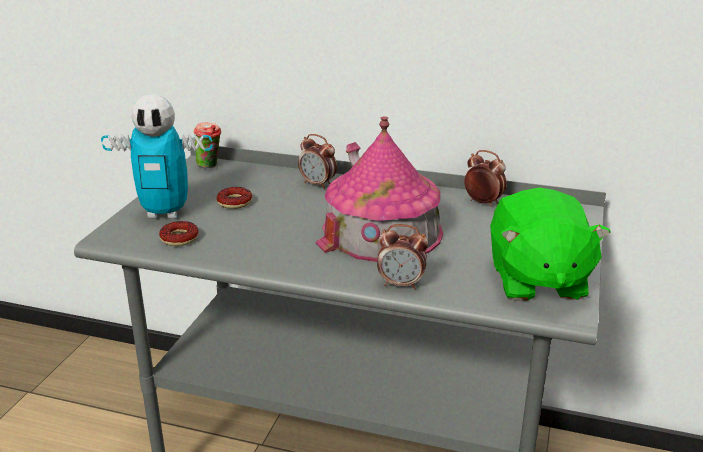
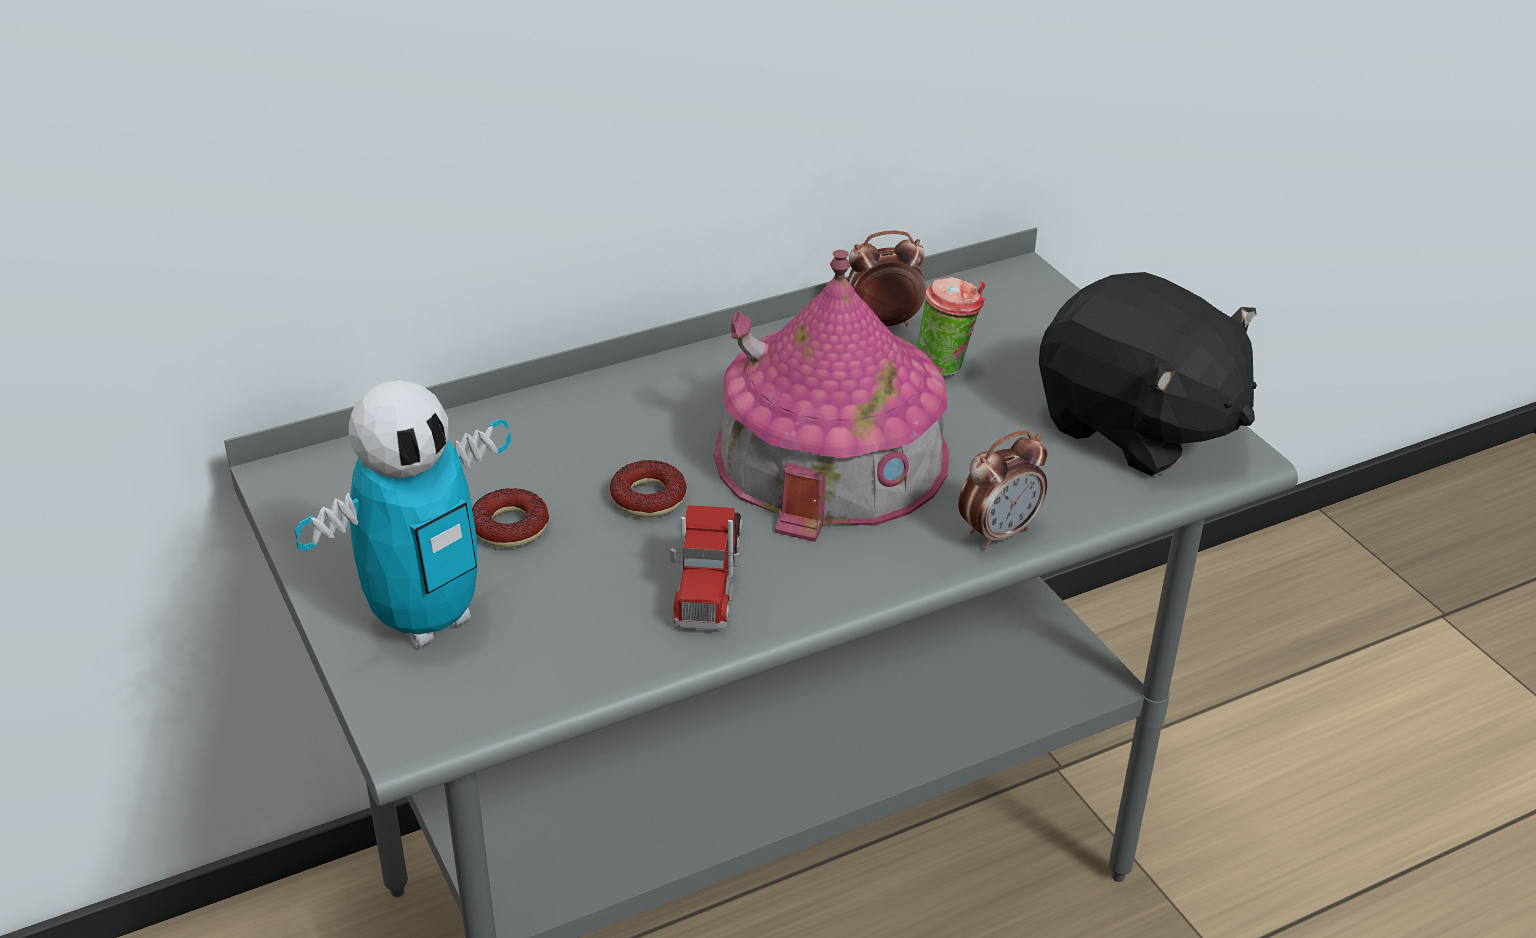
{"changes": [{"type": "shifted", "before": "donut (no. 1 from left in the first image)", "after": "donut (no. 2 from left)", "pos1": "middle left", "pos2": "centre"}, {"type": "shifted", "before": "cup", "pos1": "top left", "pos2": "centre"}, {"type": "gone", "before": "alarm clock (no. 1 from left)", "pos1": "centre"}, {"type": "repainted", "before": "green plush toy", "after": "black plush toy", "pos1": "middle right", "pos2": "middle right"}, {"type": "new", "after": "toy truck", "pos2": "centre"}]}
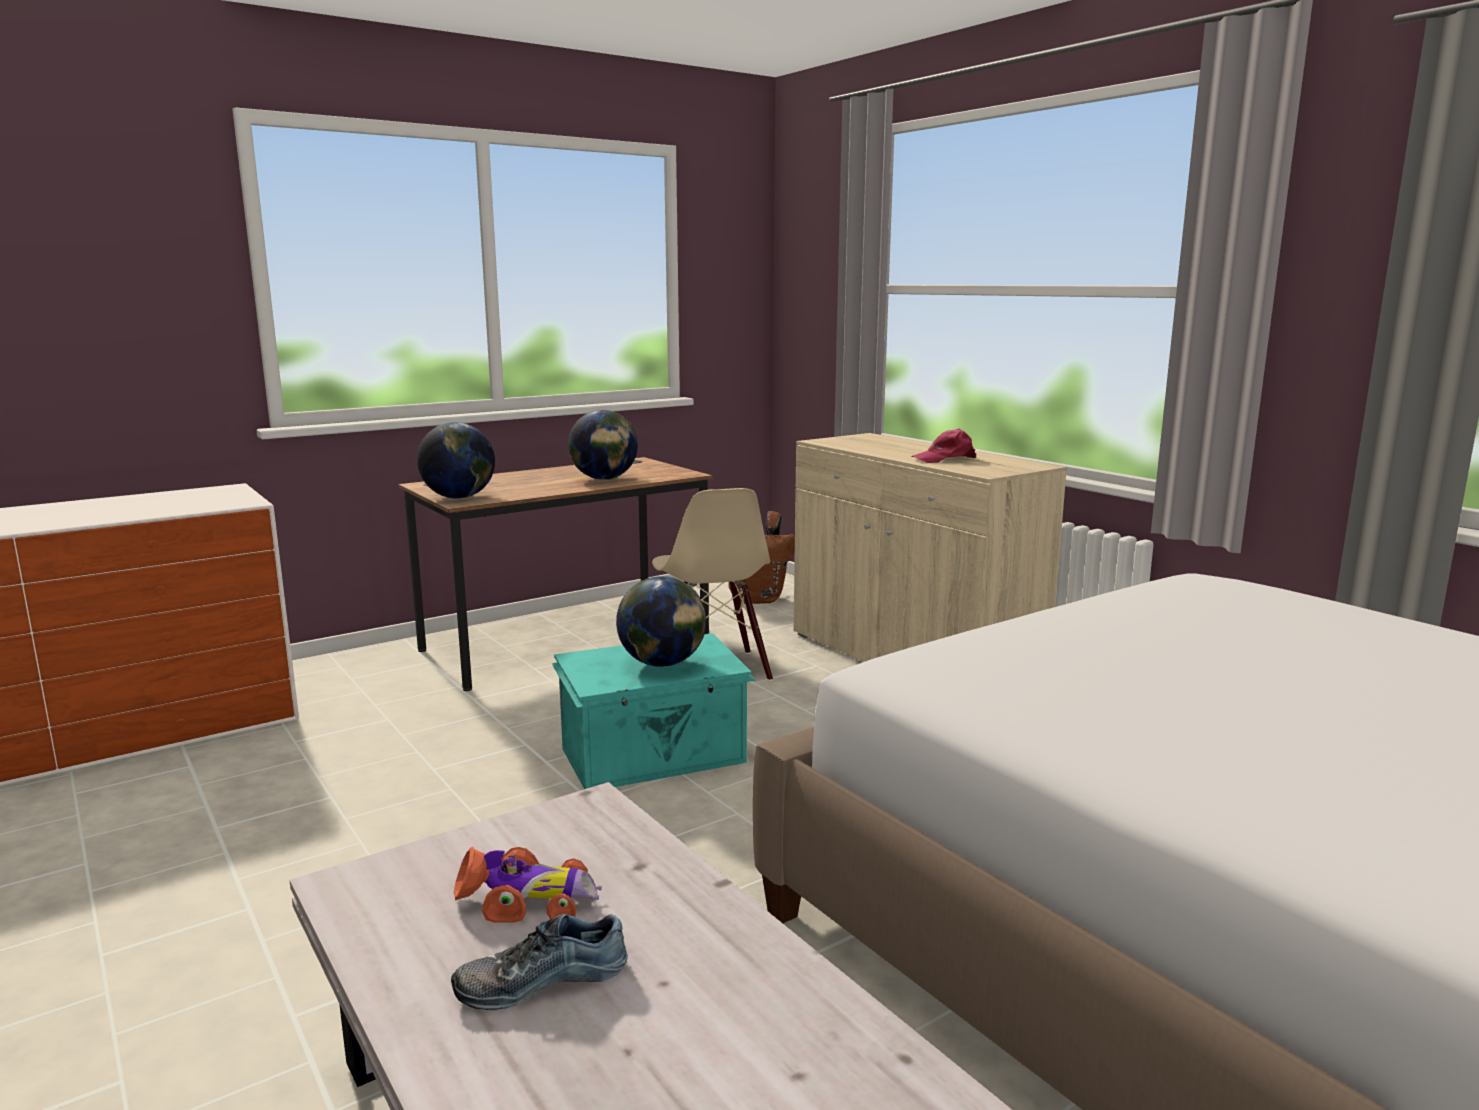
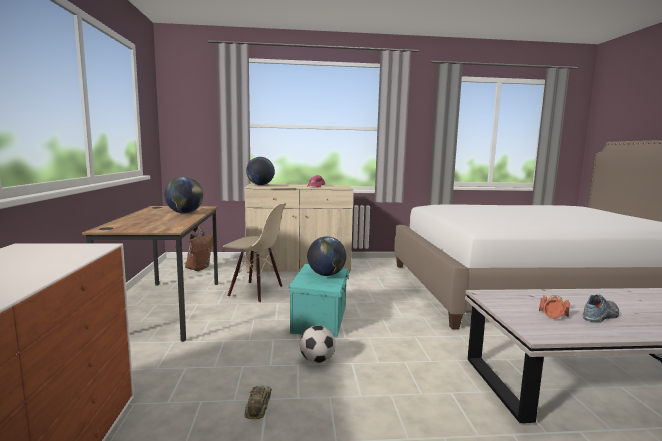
{"changes": [{"type": "shifted", "before": "globe (no. 1 from left in the first image)", "after": "globe (no. 2 from left)", "pos1": "middle left", "pos2": "centre"}, {"type": "rotated", "before": "shoe", "pos1": "bottom centre", "pos2": "bottom right", "turn": -135}, {"type": "new", "after": "toy car (no. 1 from left)", "pos2": "bottom centre"}, {"type": "new", "after": "football", "pos2": "bottom centre"}]}
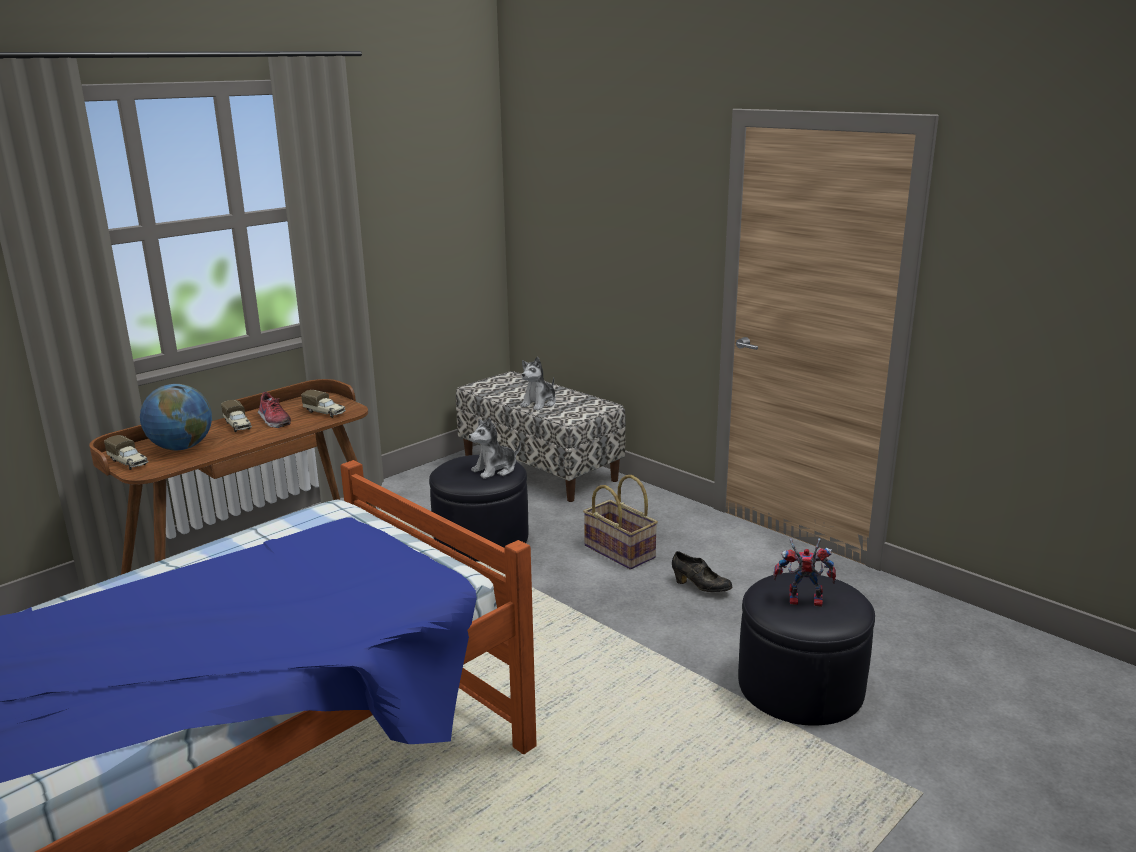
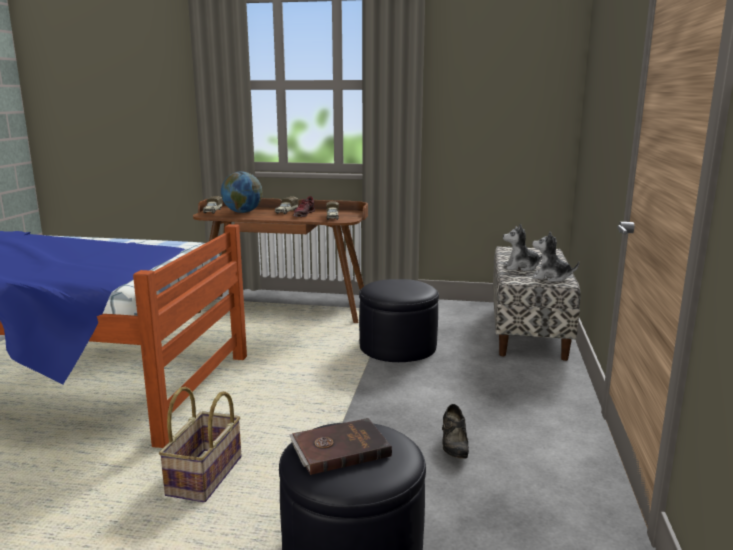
{"changes": [{"type": "shifted", "before": "plush toy (no. 1 from left in the first image)", "after": "plush toy (no. 2 from left)", "pos1": "centre", "pos2": "middle right"}, {"type": "shifted", "before": "basket", "pos1": "centre", "pos2": "bottom left"}, {"type": "swapped", "before": "toy robot", "after": "brown book", "pos1": "bottom right", "pos2": "bottom centre"}]}
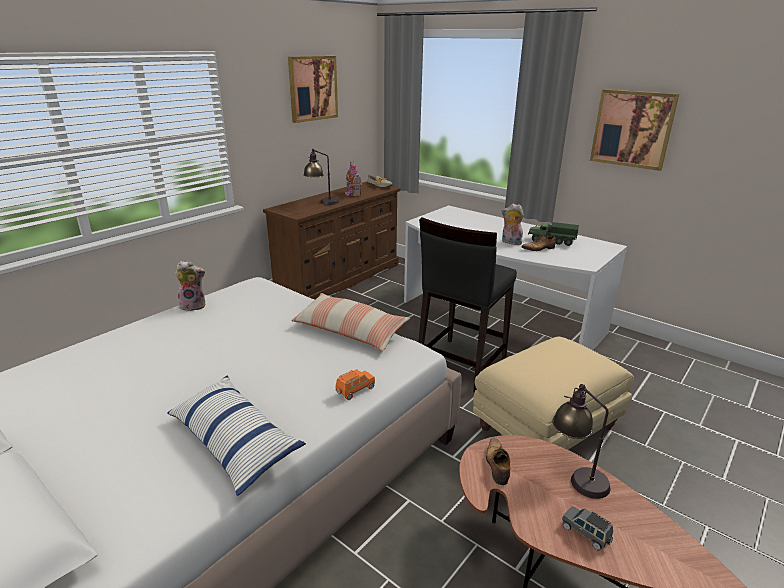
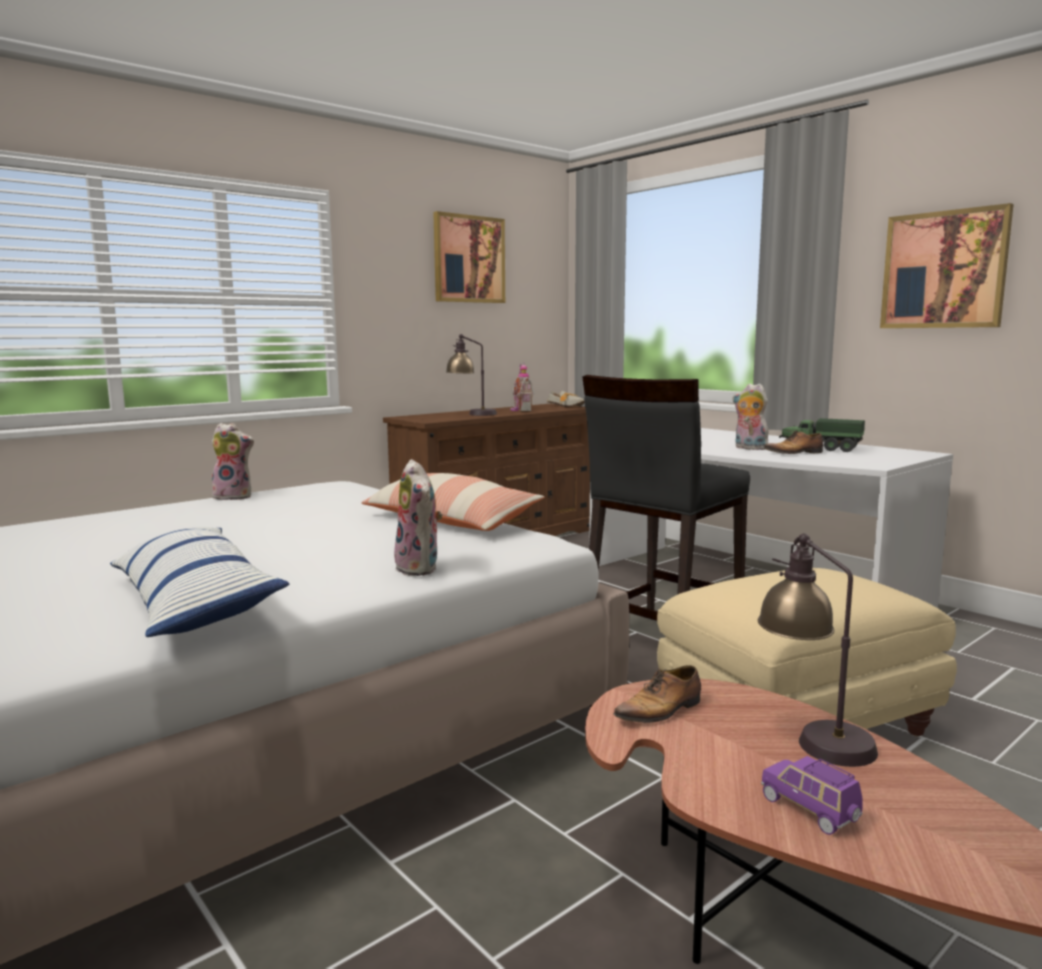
{"changes": [{"type": "swapped", "before": "orange toy car", "after": "plush toy (no. 2 from left)", "pos1": "centre", "pos2": "centre"}, {"type": "rotated", "before": "shoe (no. 2 from left)", "pos1": "bottom centre", "pos2": "bottom centre", "turn": -135}, {"type": "repainted", "before": "grey toy car", "after": "purple toy car", "pos1": "bottom right", "pos2": "bottom right"}]}
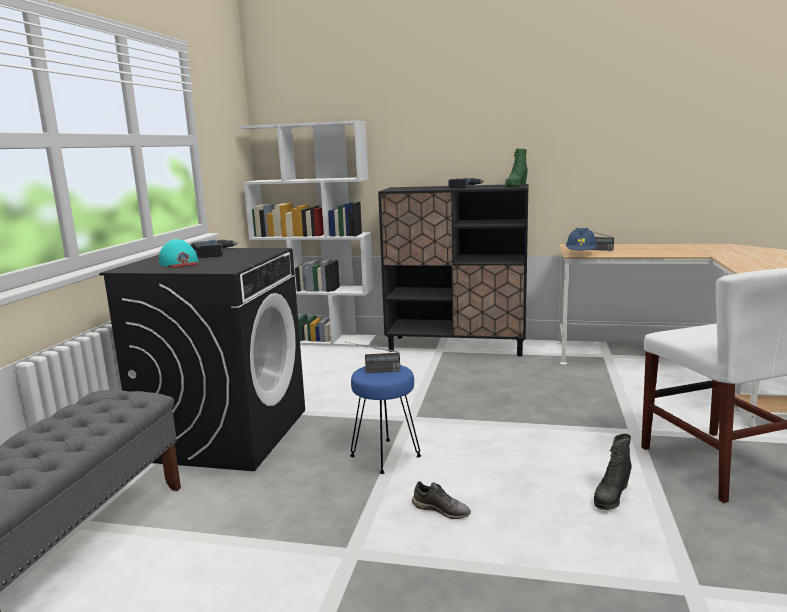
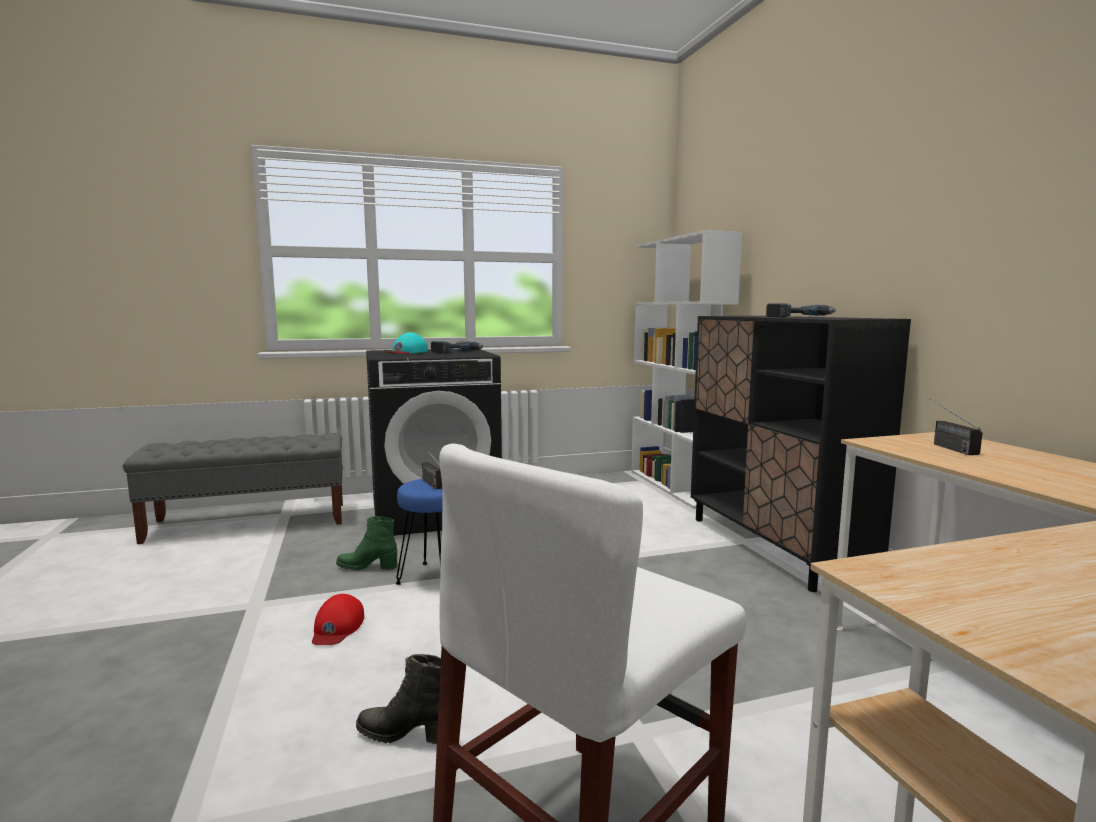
{"changes": [{"type": "swapped", "before": "grey shoe", "after": "red cap", "pos1": "bottom centre", "pos2": "bottom left"}, {"type": "shifted", "before": "green boot", "pos1": "top centre", "pos2": "centre"}, {"type": "gone", "before": "blue hard hat", "pos1": "middle right"}]}
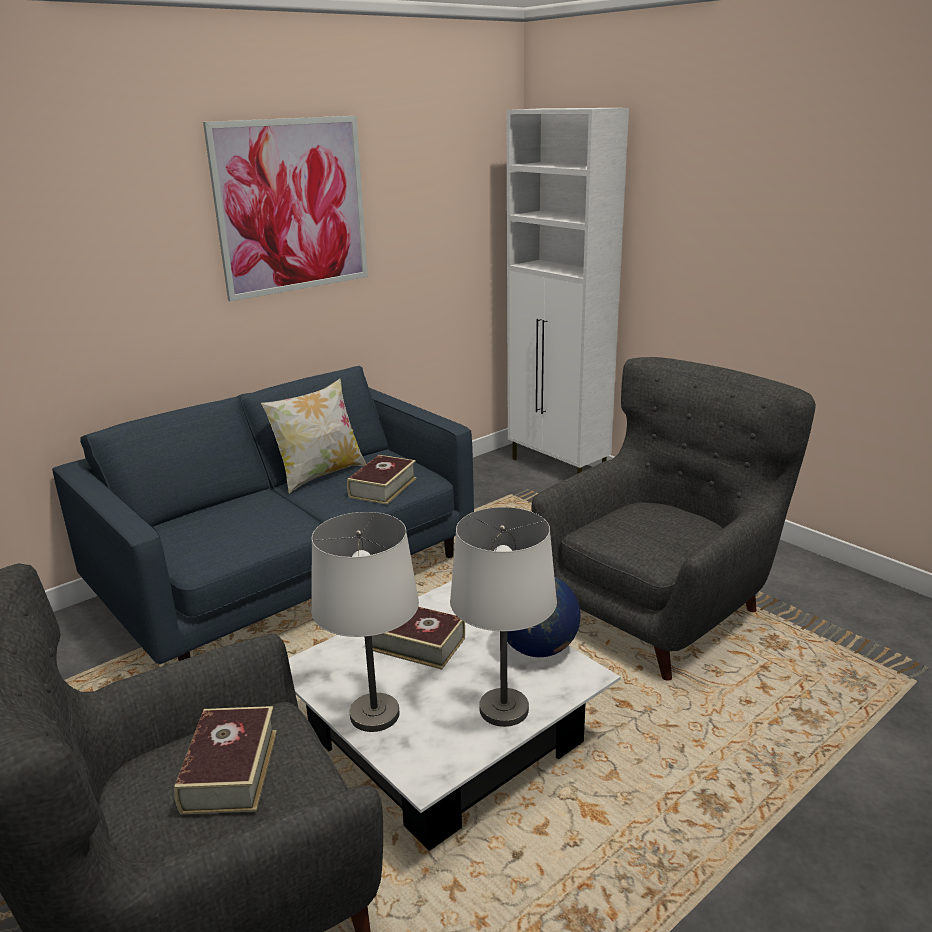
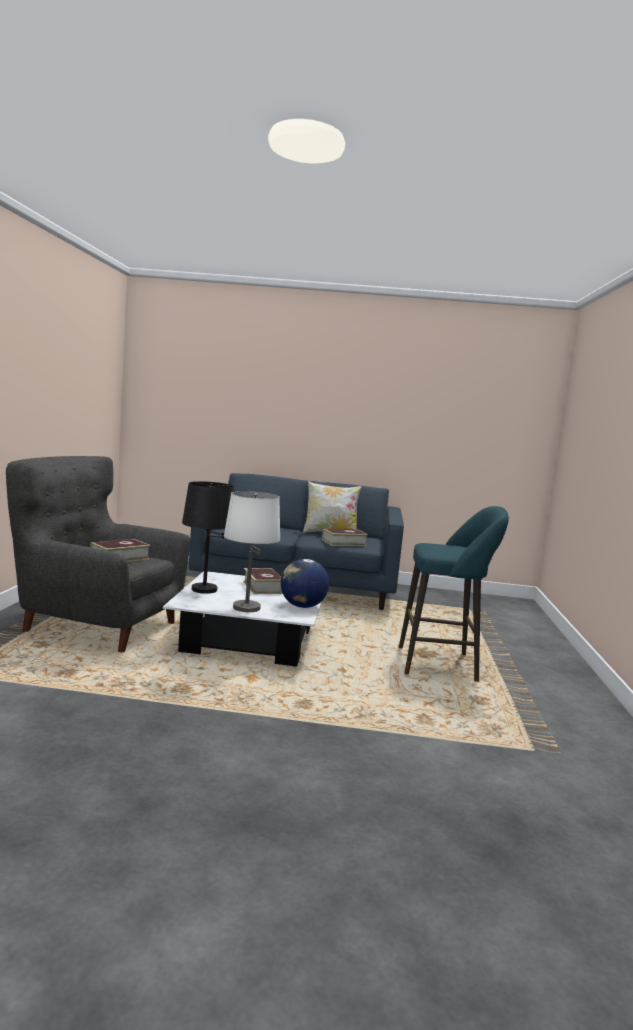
{"changes": [{"type": "gone", "before": "picture", "pos1": "top left"}, {"type": "repainted", "before": "white table lamp (no. 1 from left)", "after": "black table lamp", "pos1": "bottom centre", "pos2": "middle left"}, {"type": "gone", "before": "white cabinet", "pos1": "top centre"}, {"type": "swapped", "before": "grey armchair (no. 2 from left)", "after": "turquoise stool", "pos1": "middle right", "pos2": "middle right"}]}
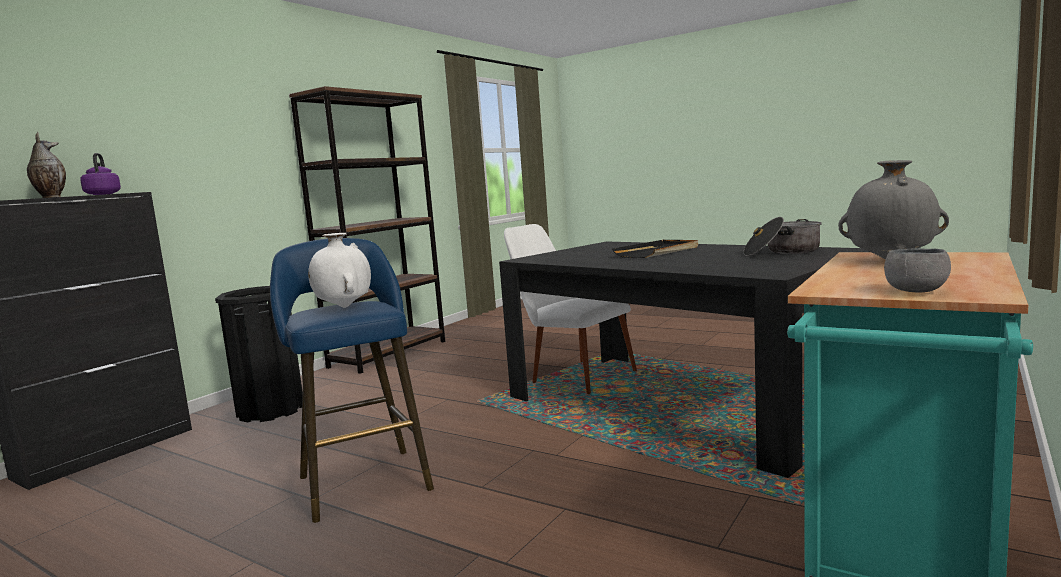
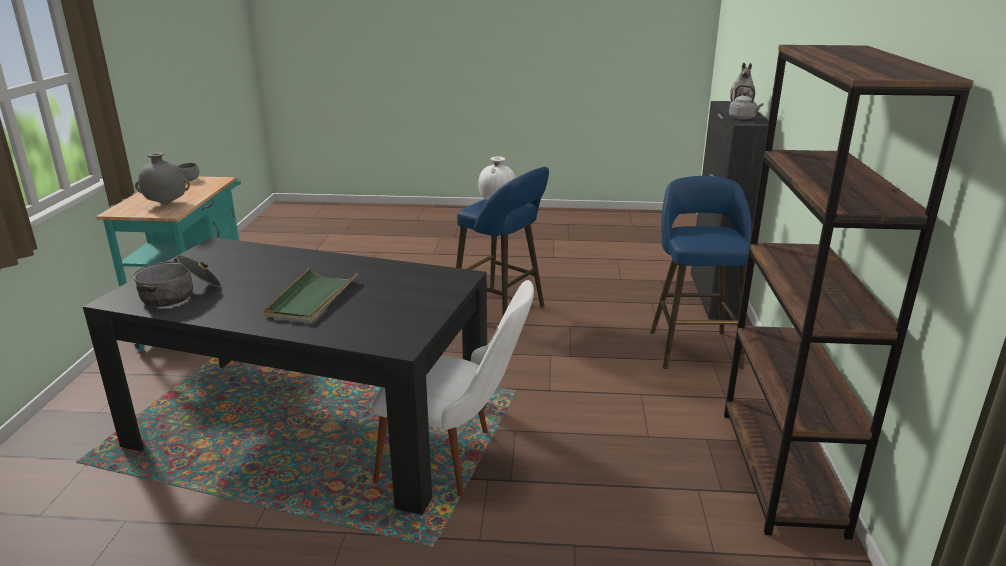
{"changes": [{"type": "repainted", "before": "purple kettle", "after": "grey kettle", "pos1": "top left", "pos2": "top right"}, {"type": "swapped", "before": "black trash can", "after": "blue stool (no. 2 from left)", "pos1": "middle left", "pos2": "middle right"}, {"type": "repainted", "before": "black tray", "after": "green tray", "pos1": "centre", "pos2": "middle left"}]}
